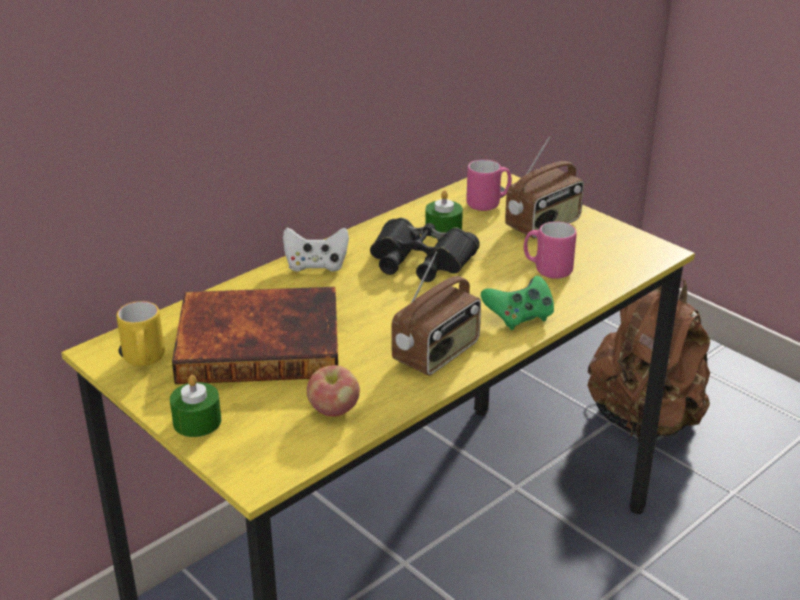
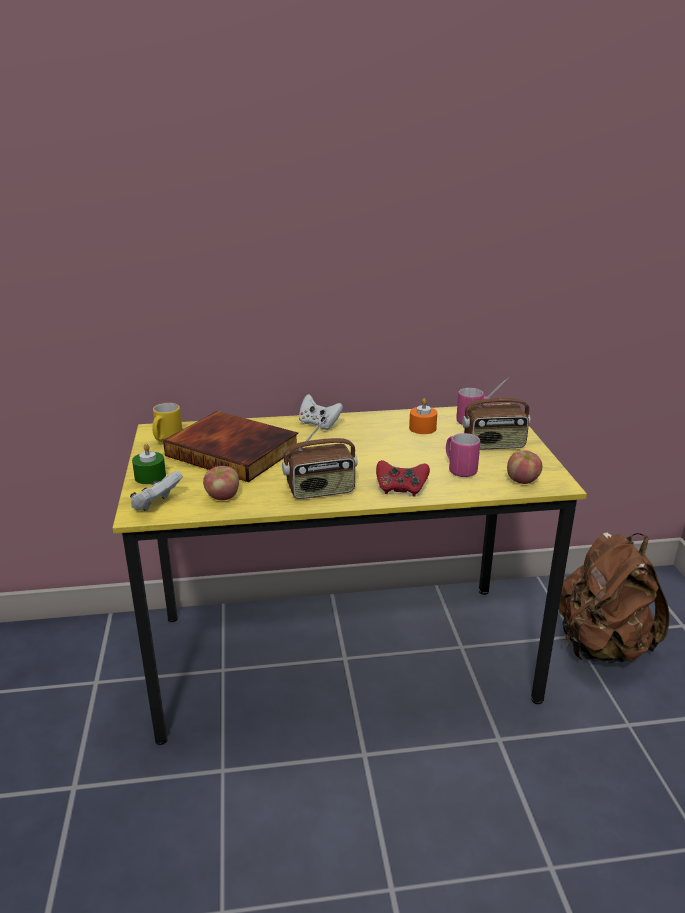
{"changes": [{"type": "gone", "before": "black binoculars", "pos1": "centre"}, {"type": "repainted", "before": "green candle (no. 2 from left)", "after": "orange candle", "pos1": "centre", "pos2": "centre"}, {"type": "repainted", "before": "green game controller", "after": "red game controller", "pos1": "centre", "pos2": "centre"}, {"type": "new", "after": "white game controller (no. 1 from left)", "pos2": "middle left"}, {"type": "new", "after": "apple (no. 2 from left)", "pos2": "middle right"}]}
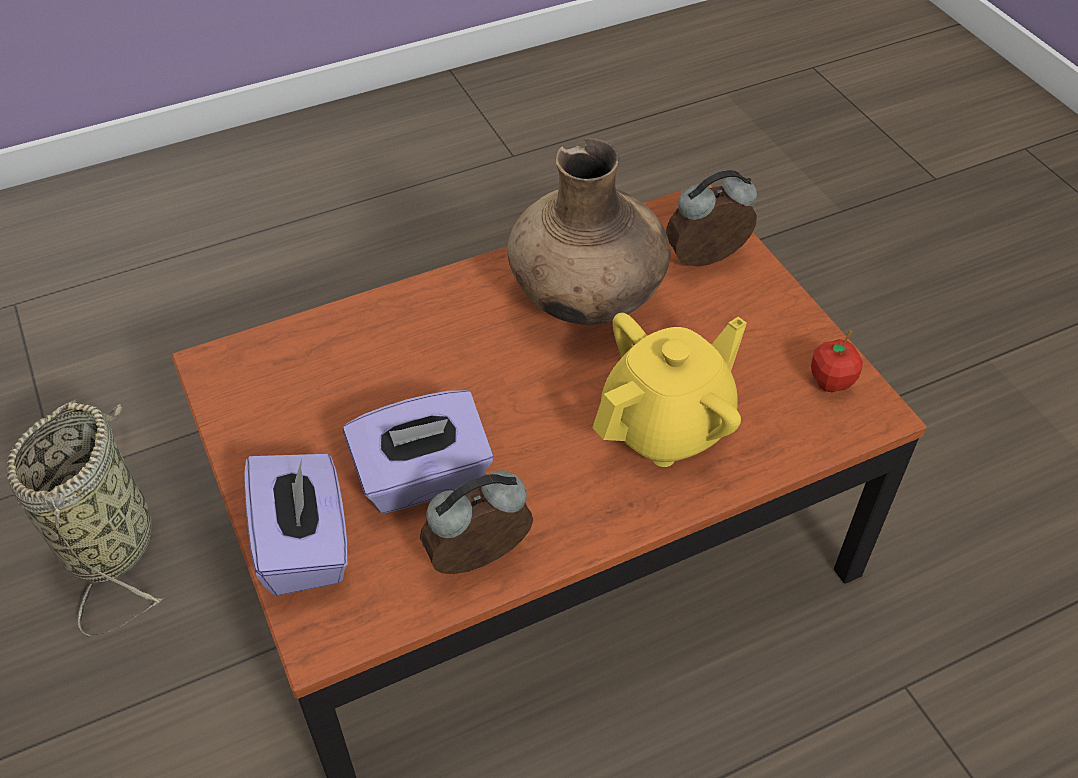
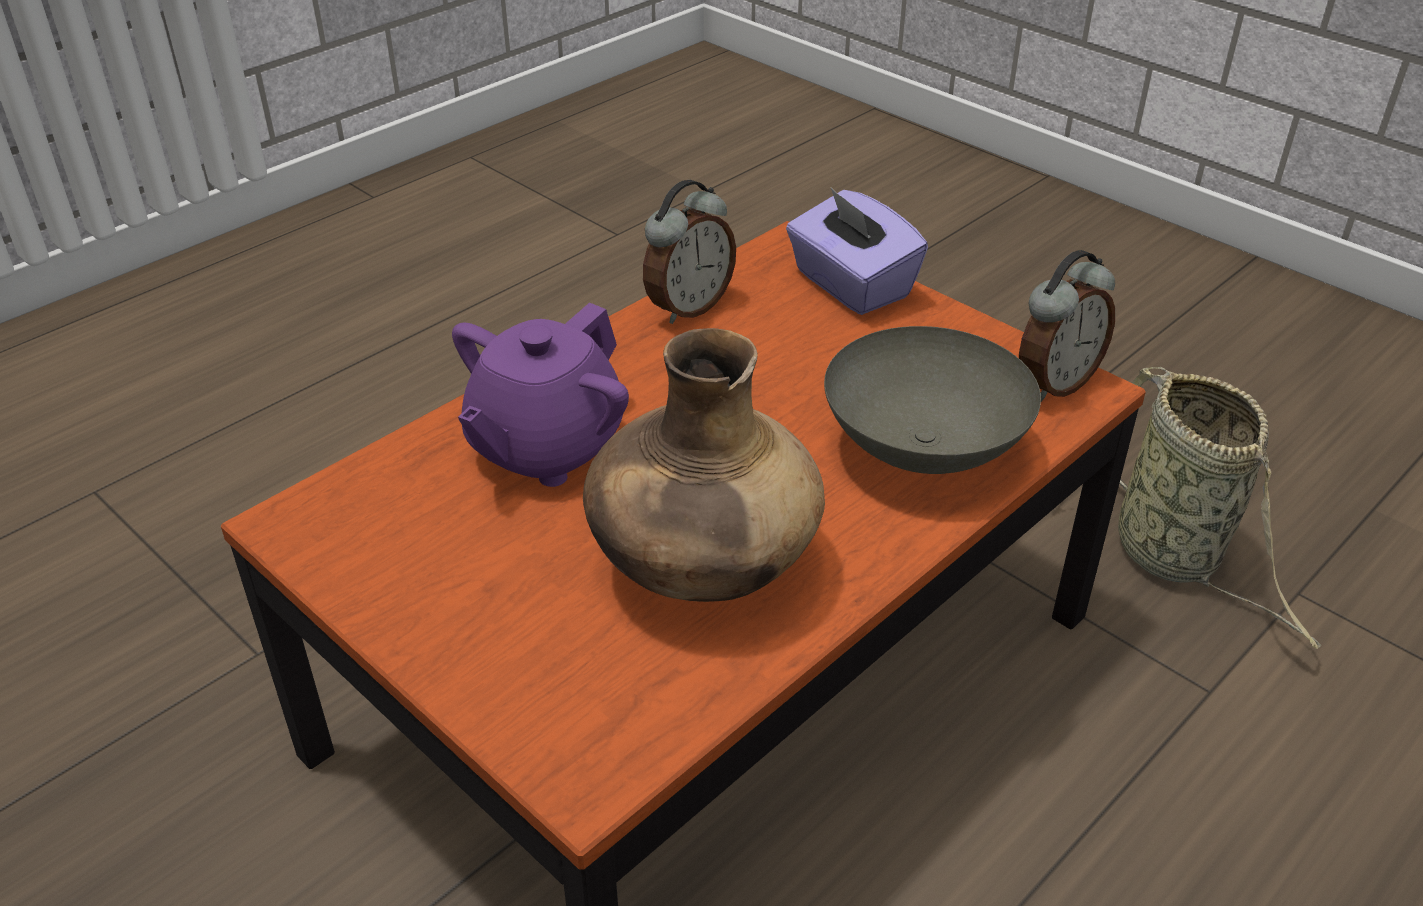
{"changes": [{"type": "gone", "before": "purple tissue box (no. 2 from left)", "pos1": "centre"}, {"type": "repainted", "before": "yellow teapot", "after": "purple teapot", "pos1": "centre", "pos2": "centre"}, {"type": "shifted", "before": "alarm clock (no. 2 from left)", "pos1": "top centre", "pos2": "middle right"}, {"type": "gone", "before": "apple", "pos1": "middle right"}, {"type": "new", "after": "grey bowl", "pos2": "centre"}]}
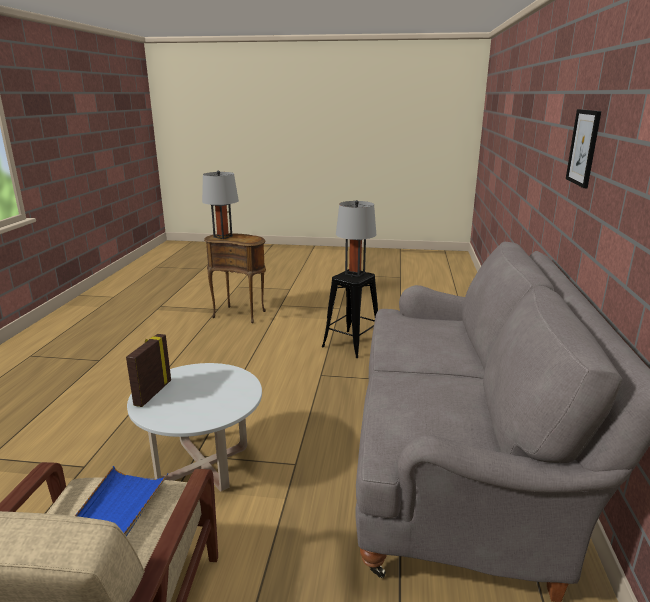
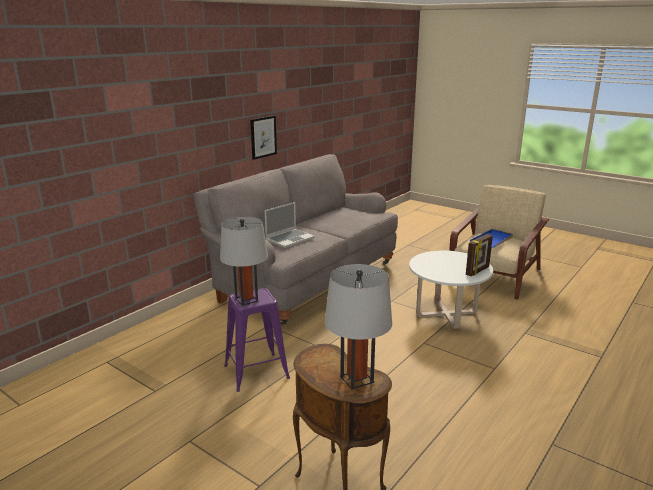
{"changes": [{"type": "repainted", "before": "black stool", "after": "purple stool", "pos1": "centre", "pos2": "bottom centre"}, {"type": "shifted", "before": "picture", "pos1": "top right", "pos2": "top centre"}, {"type": "new", "after": "laptop", "pos2": "centre"}]}
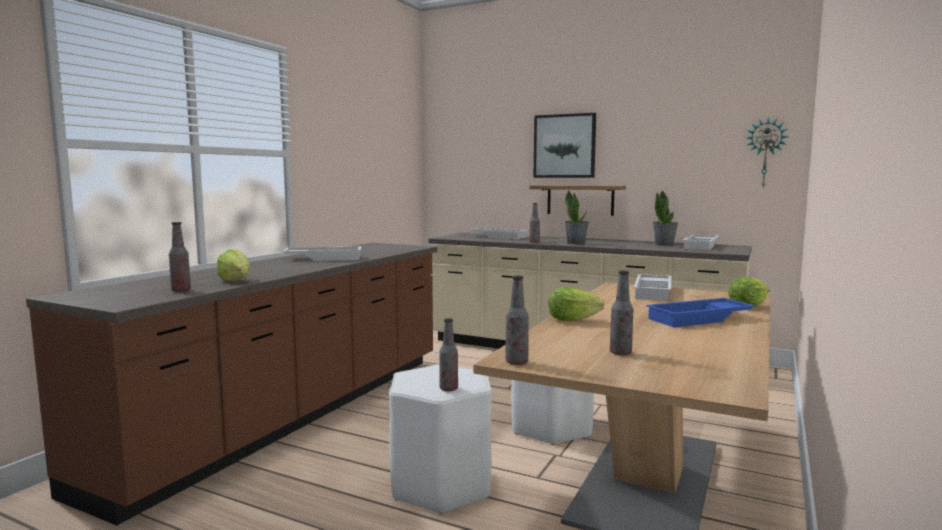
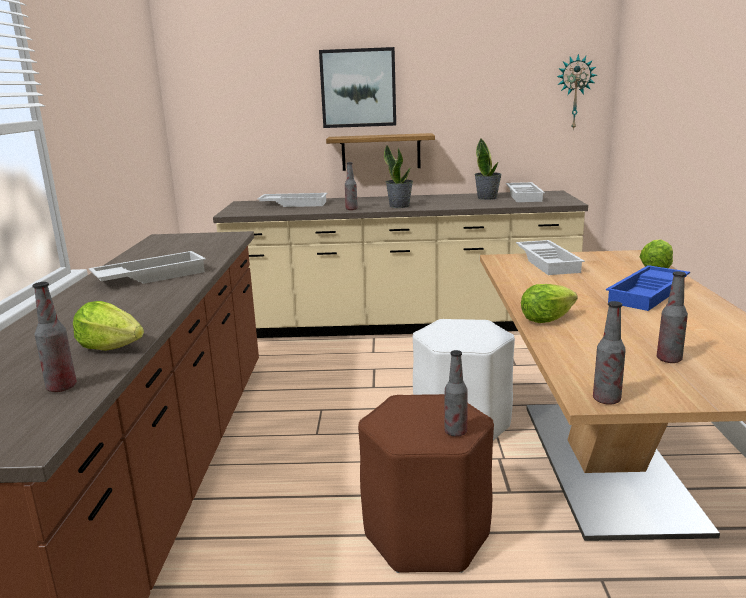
{"changes": [{"type": "repainted", "before": "white stool (no. 1 from left)", "after": "brown stool", "pos1": "bottom centre", "pos2": "bottom centre"}]}
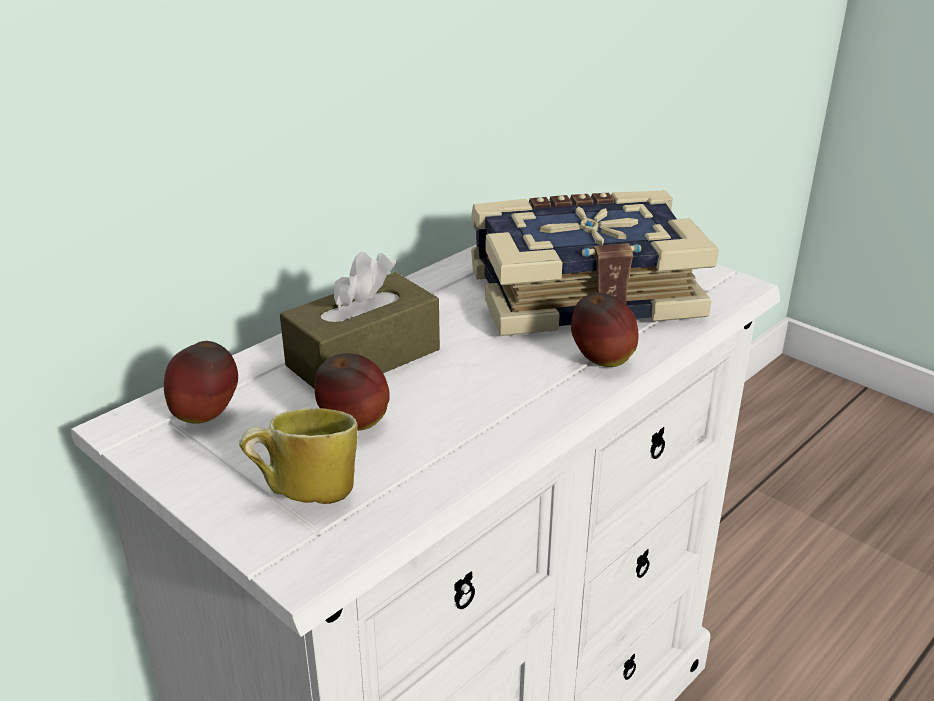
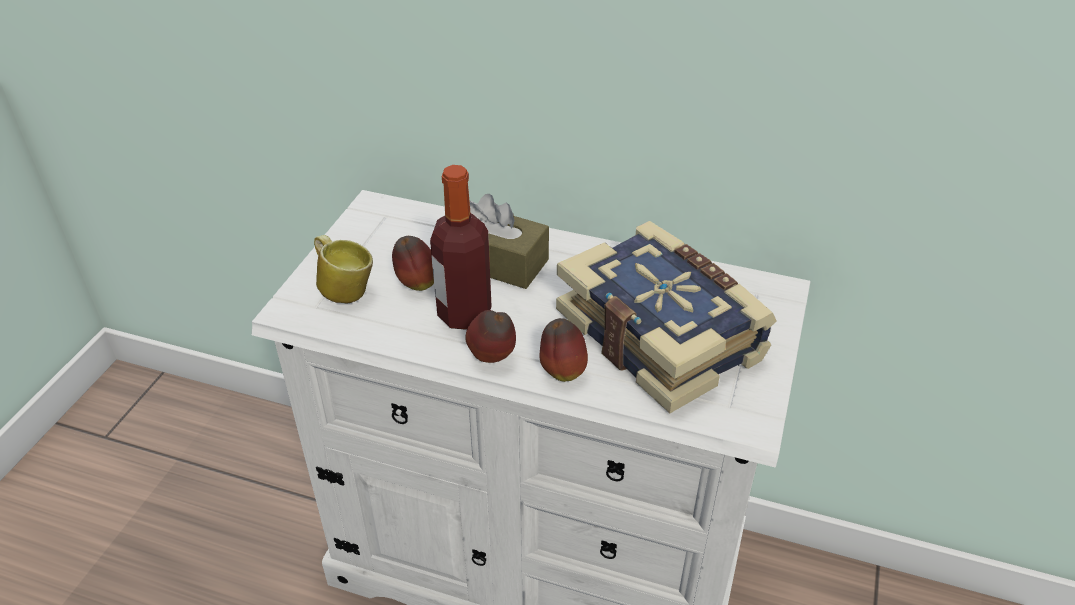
{"changes": [{"type": "shifted", "before": "apple (no. 1 from left in the first image)", "after": "apple (no. 2 from left)", "pos1": "middle left", "pos2": "centre"}, {"type": "new", "after": "bottle", "pos2": "centre"}]}
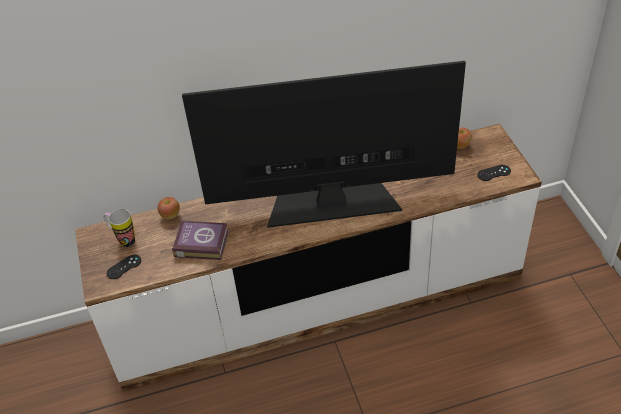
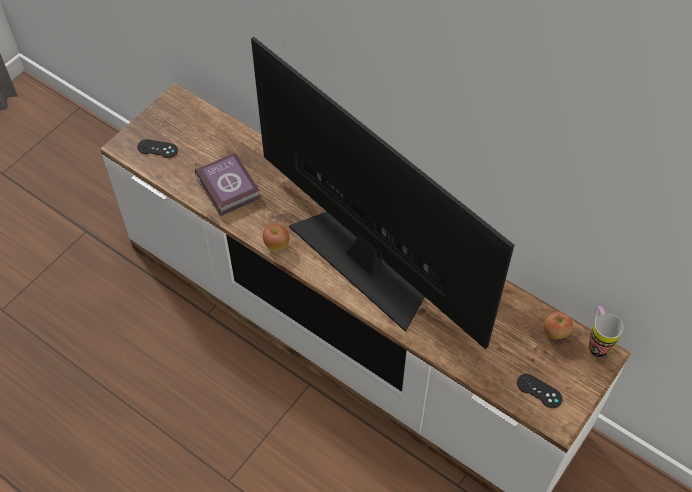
{"changes": [{"type": "shifted", "before": "mug", "pos1": "middle left", "pos2": "bottom right"}, {"type": "shifted", "before": "apple (no. 1 from left)", "pos1": "middle left", "pos2": "centre"}]}
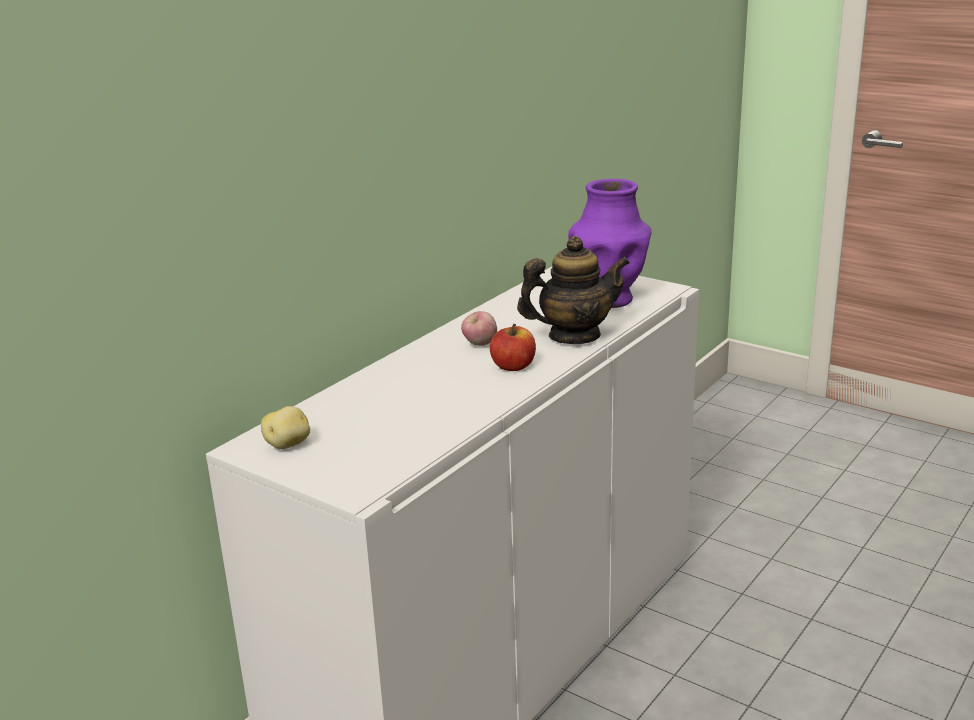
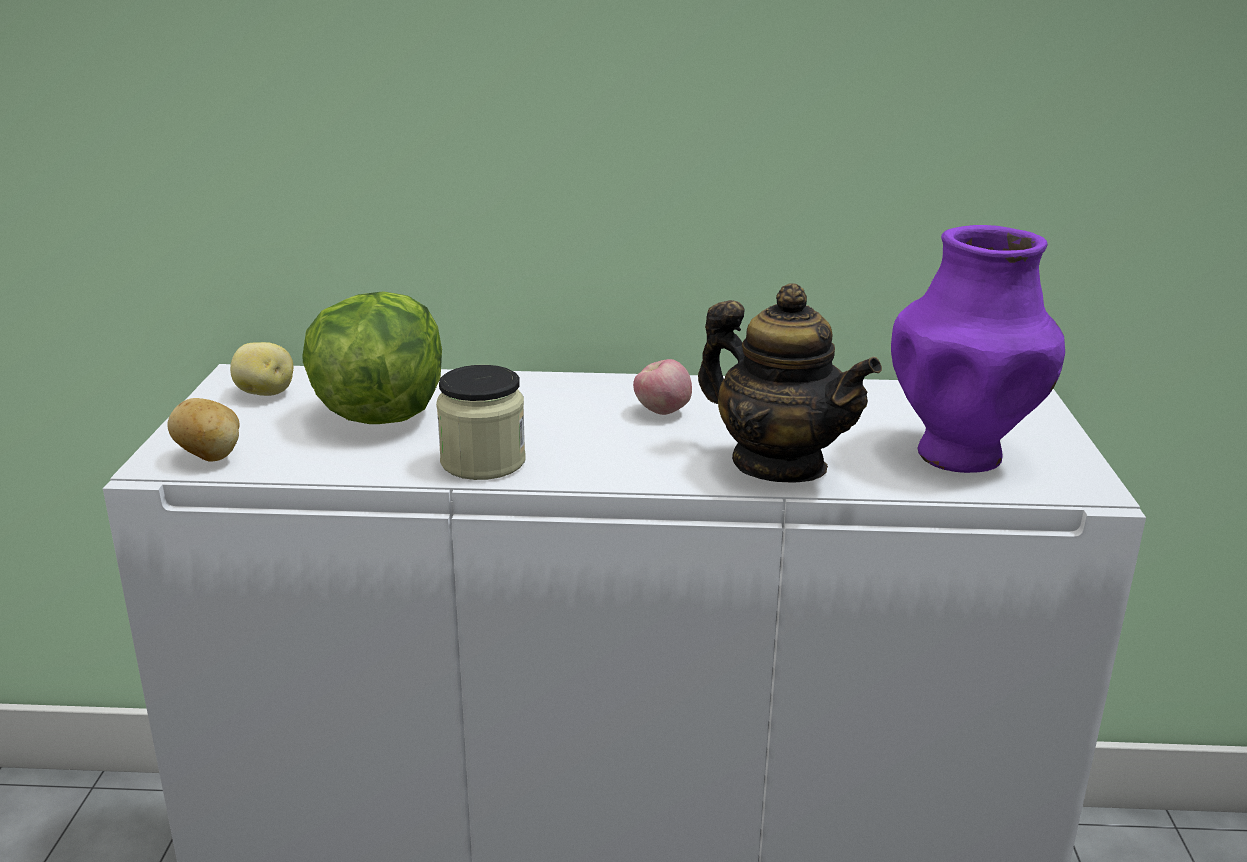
{"changes": [{"type": "gone", "before": "apple (no. 2 from left)", "pos1": "centre"}, {"type": "new", "after": "potato (no. 1 from left)", "pos2": "middle left"}, {"type": "new", "after": "lettuce", "pos2": "middle left"}, {"type": "new", "after": "jar", "pos2": "centre"}]}
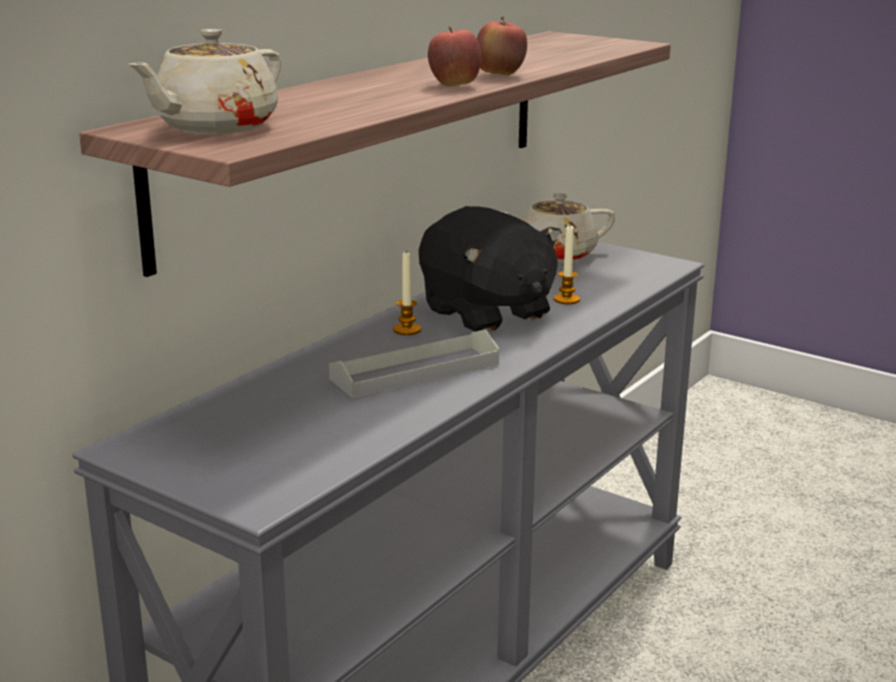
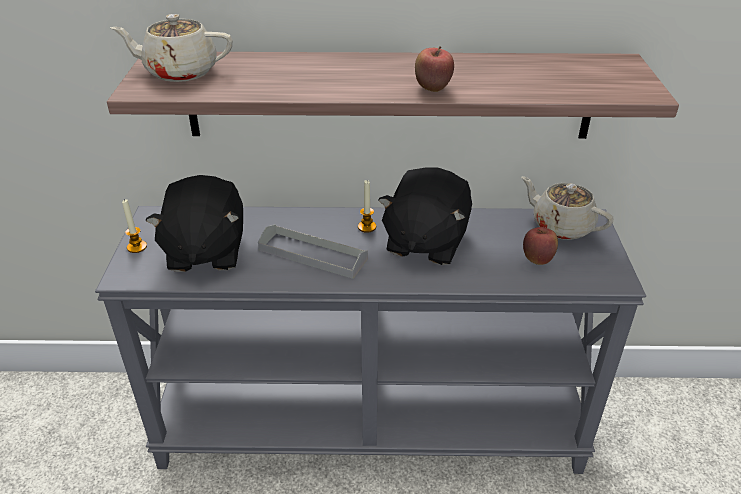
{"changes": [{"type": "shifted", "before": "apple (no. 1 from left in the first image)", "after": "apple (no. 2 from left)", "pos1": "top centre", "pos2": "middle right"}, {"type": "shifted", "before": "candle (no. 2 from left in the first image)", "after": "candle (no. 1 from left)", "pos1": "centre", "pos2": "middle left"}, {"type": "new", "after": "black plush toy (no. 1 from left)", "pos2": "middle left"}]}
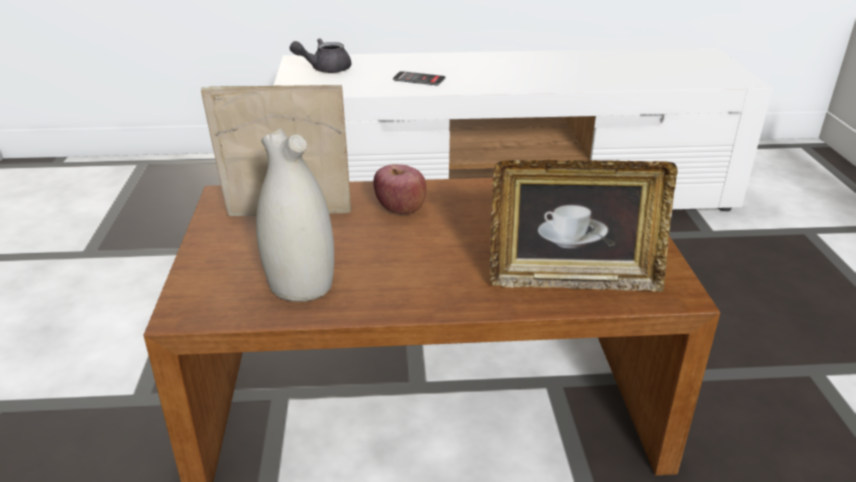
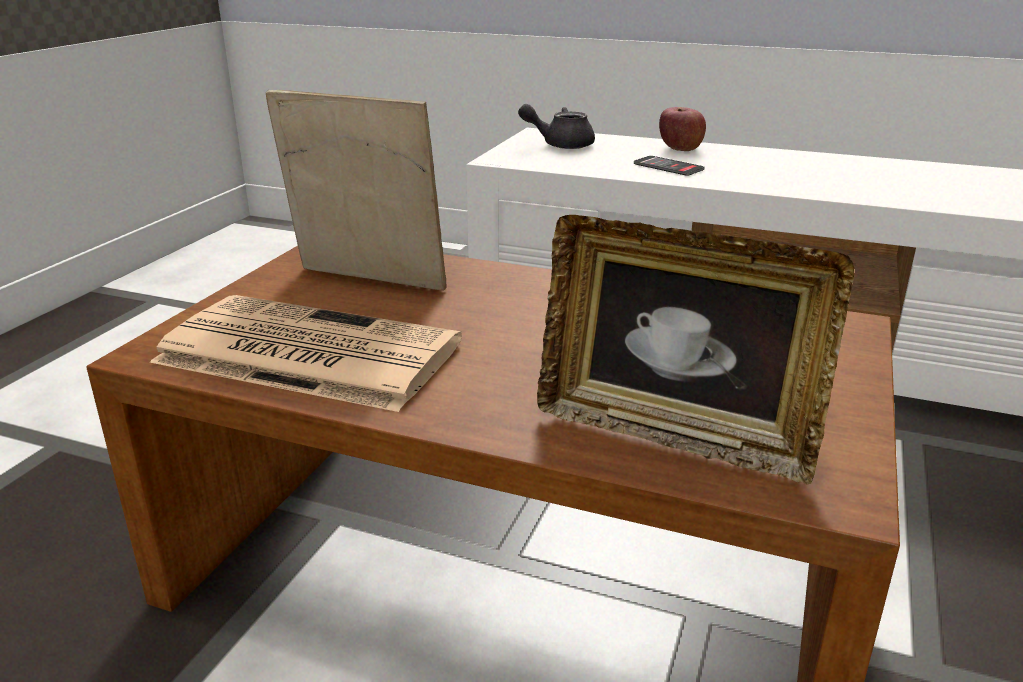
{"changes": [{"type": "swapped", "before": "white vase", "after": "newspaper", "pos1": "centre", "pos2": "middle left"}, {"type": "shifted", "before": "apple", "pos1": "centre", "pos2": "top right"}]}
